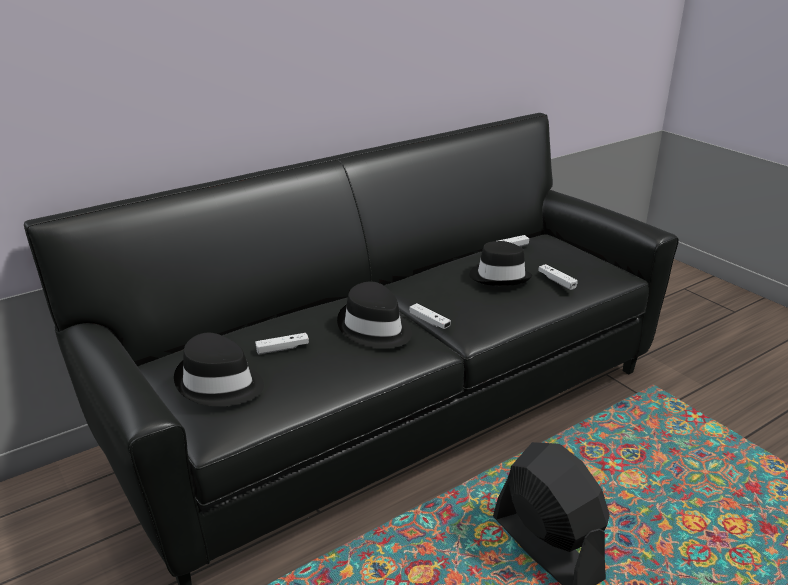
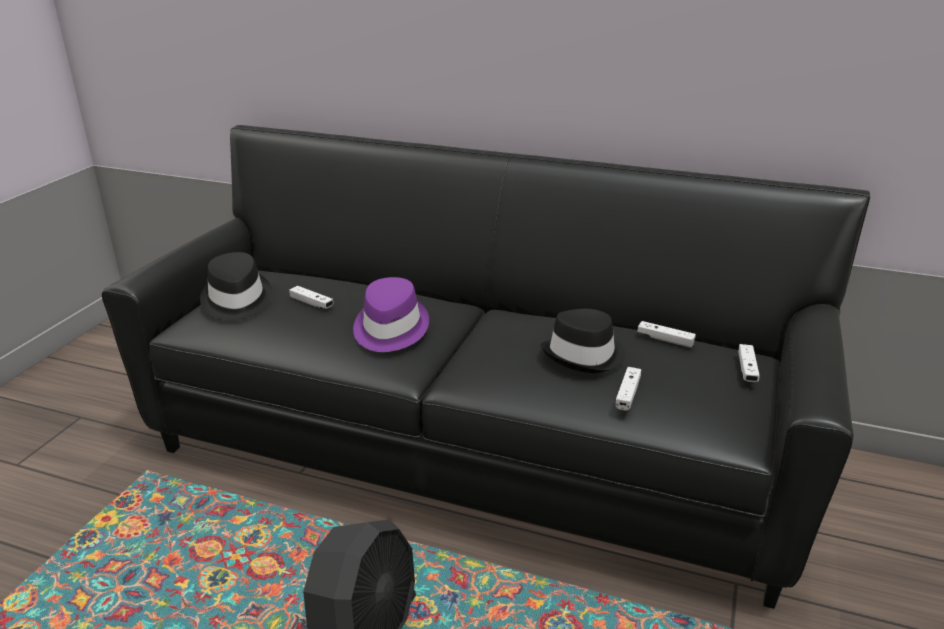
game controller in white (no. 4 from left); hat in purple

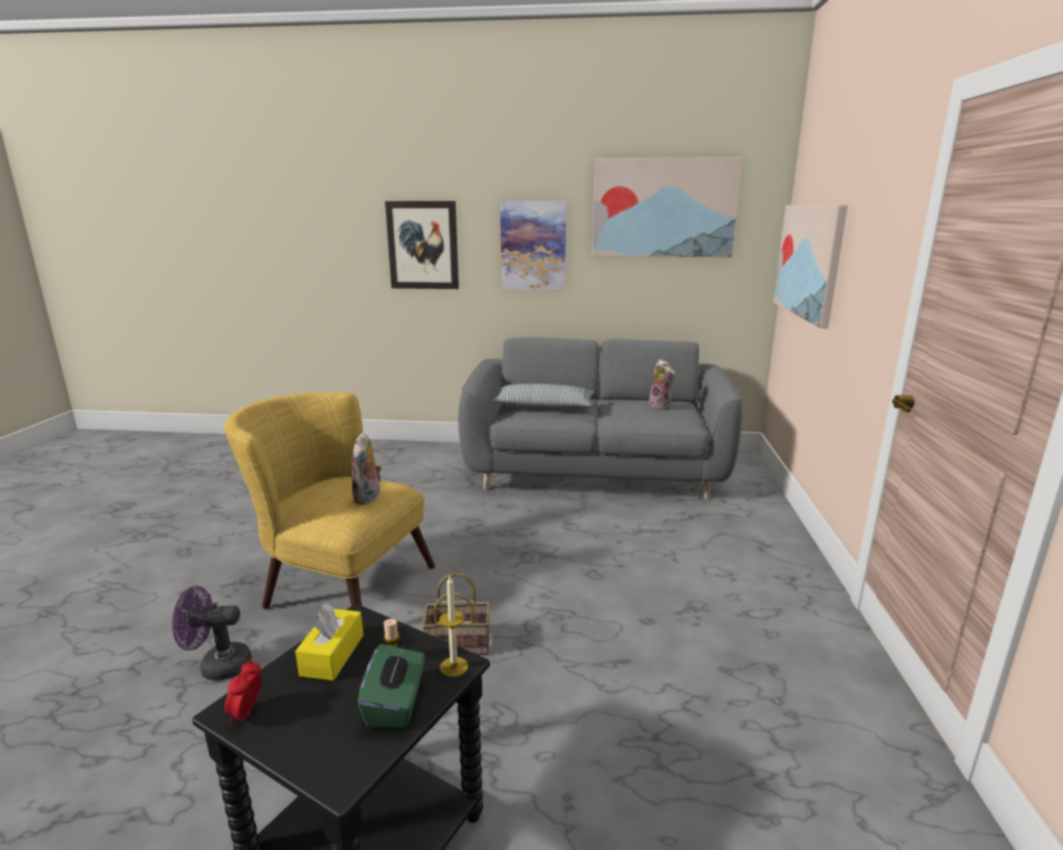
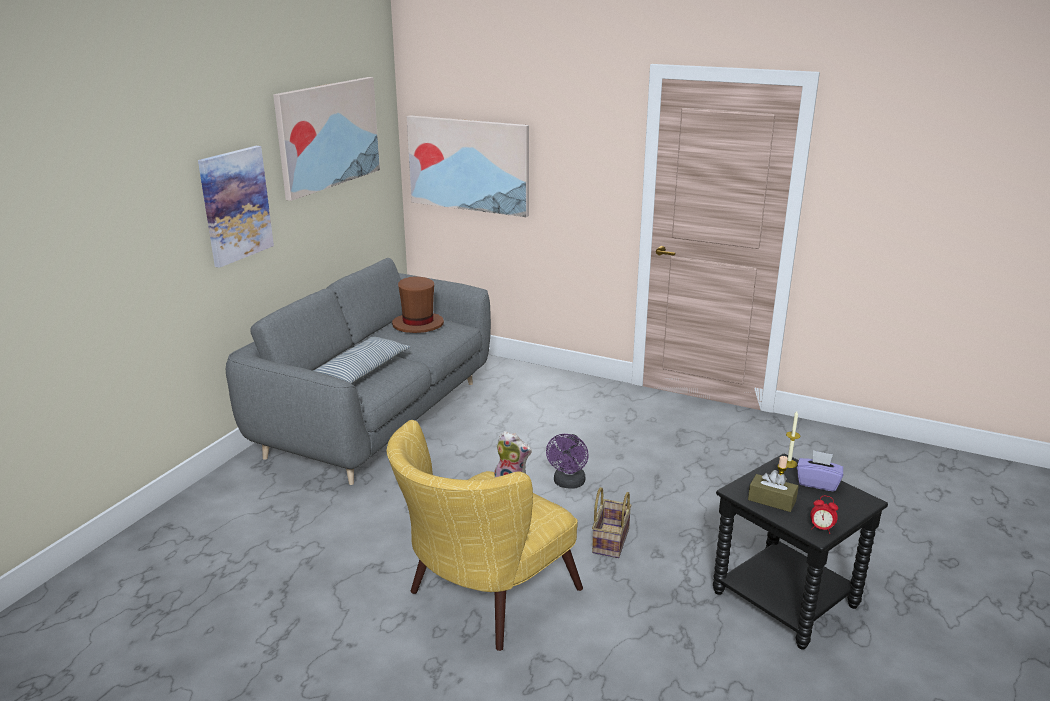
picture (no. 1 from left in the first image); fan in purple; hat in brown; tissue box in brown; tissue box in purple

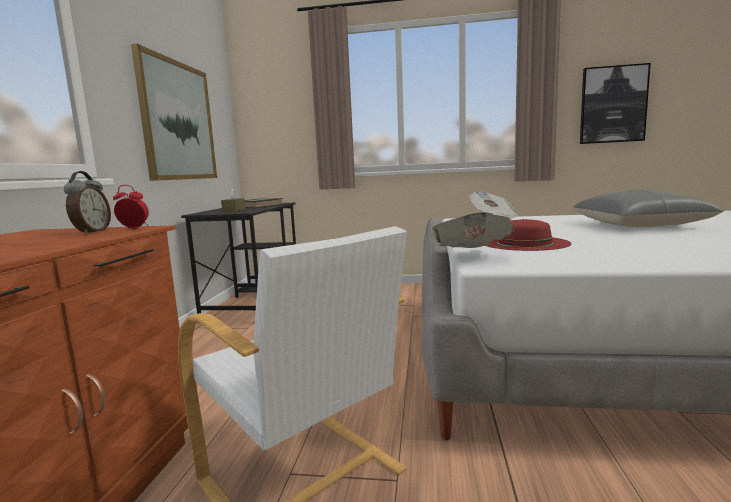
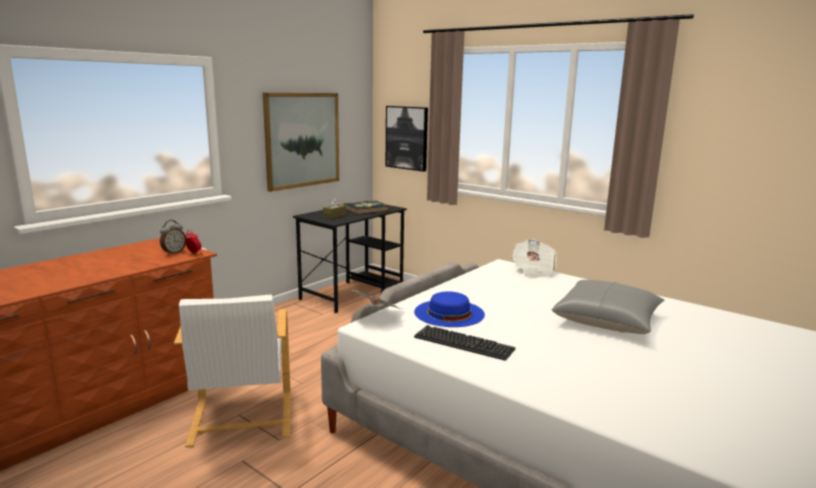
keyboard; picture (no. 2 from left); hat in blue

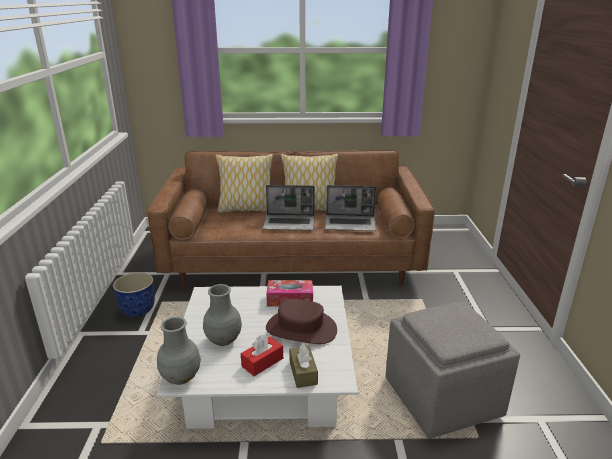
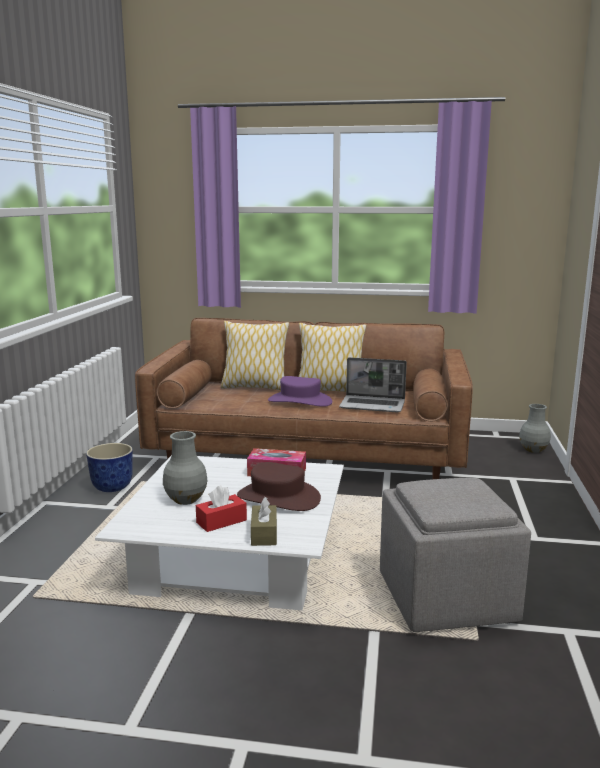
vase in grey (no. 2 from left); hat in purple

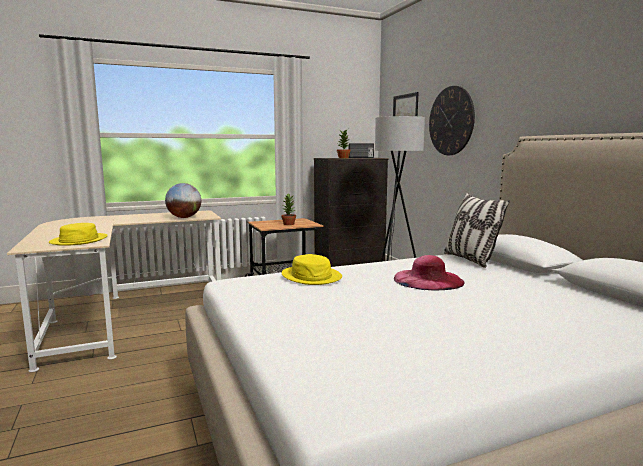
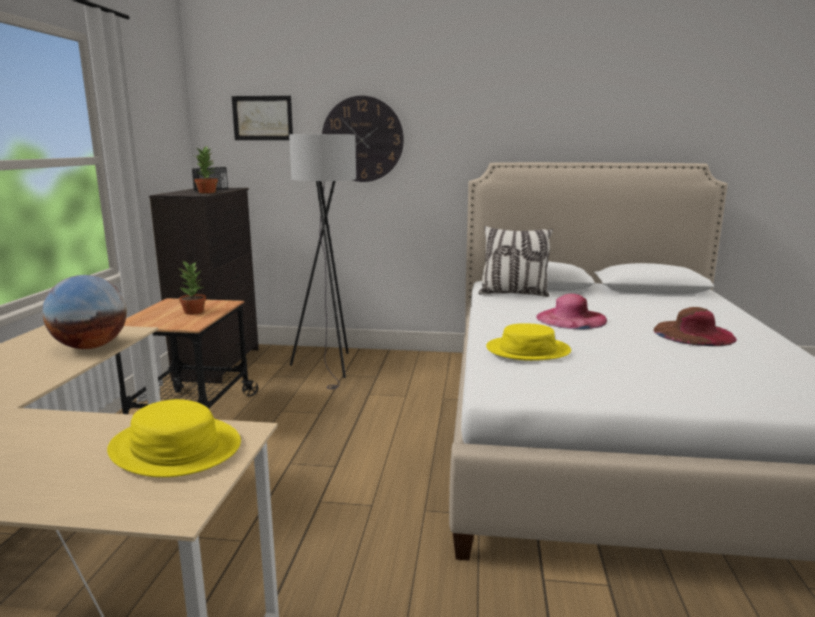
hat in brown

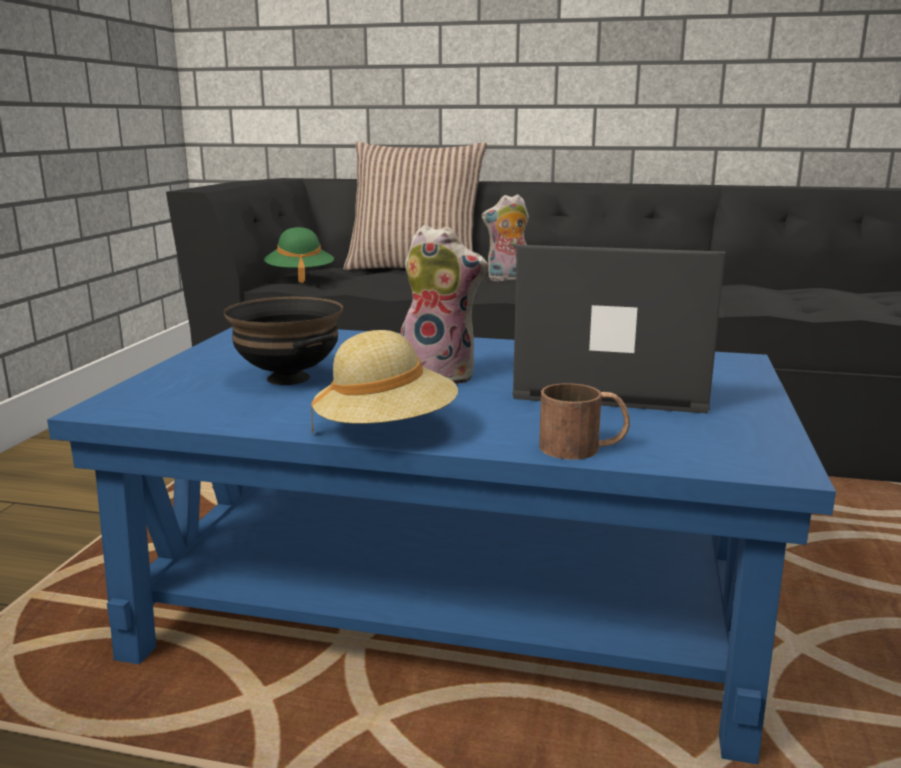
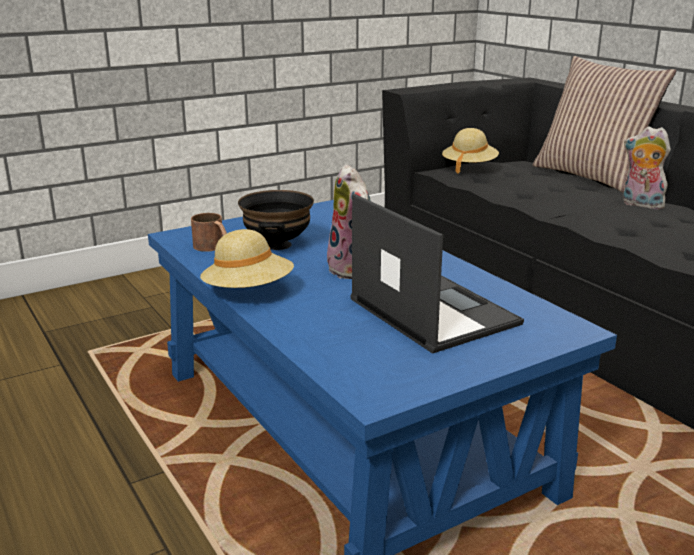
mug in brown; hat in beige (no. 2 from left)

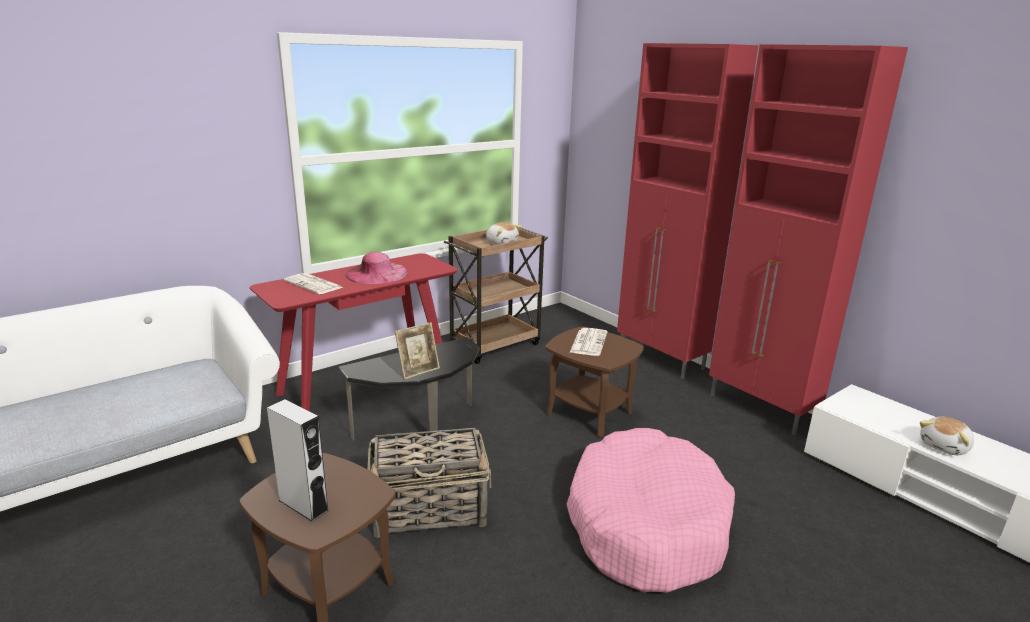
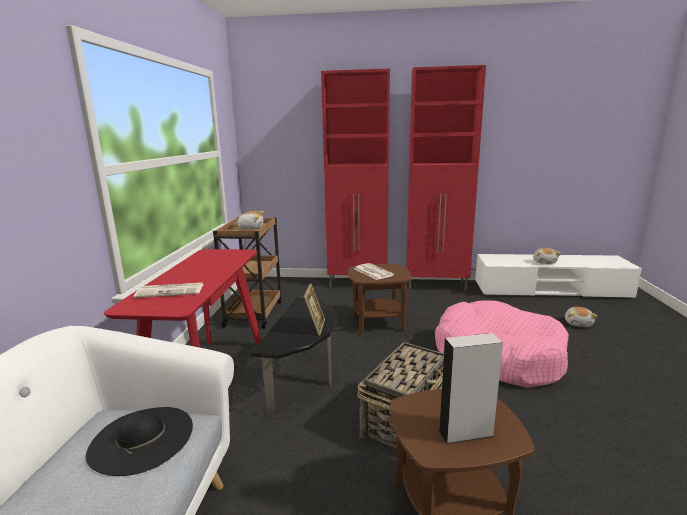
hat in pink; hat in black; plush toy (no. 3 from left)

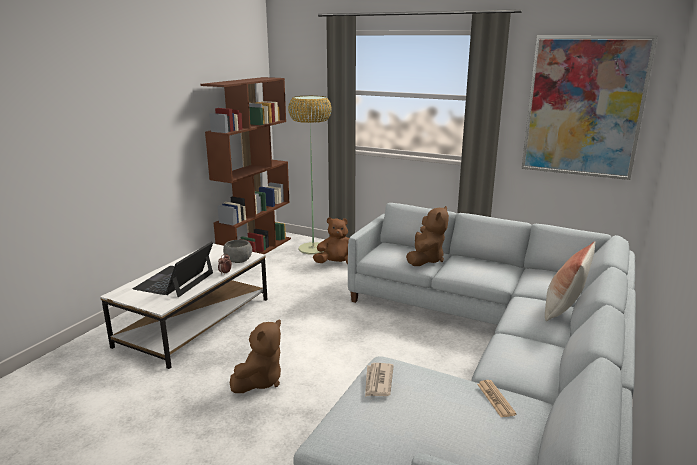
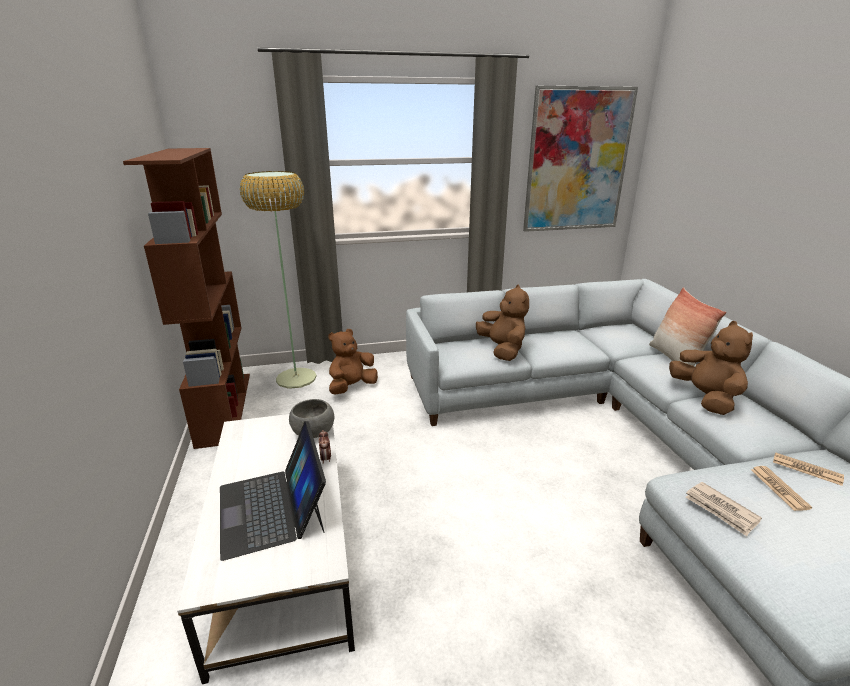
newspaper (no. 2 from left); plush toy in brown (no. 3 from left)

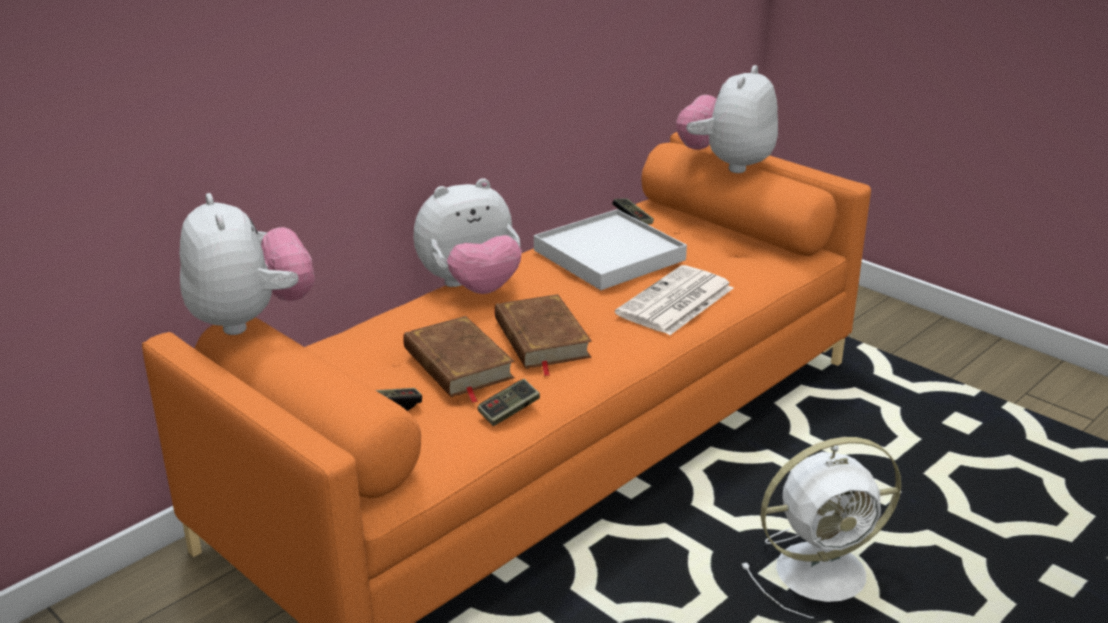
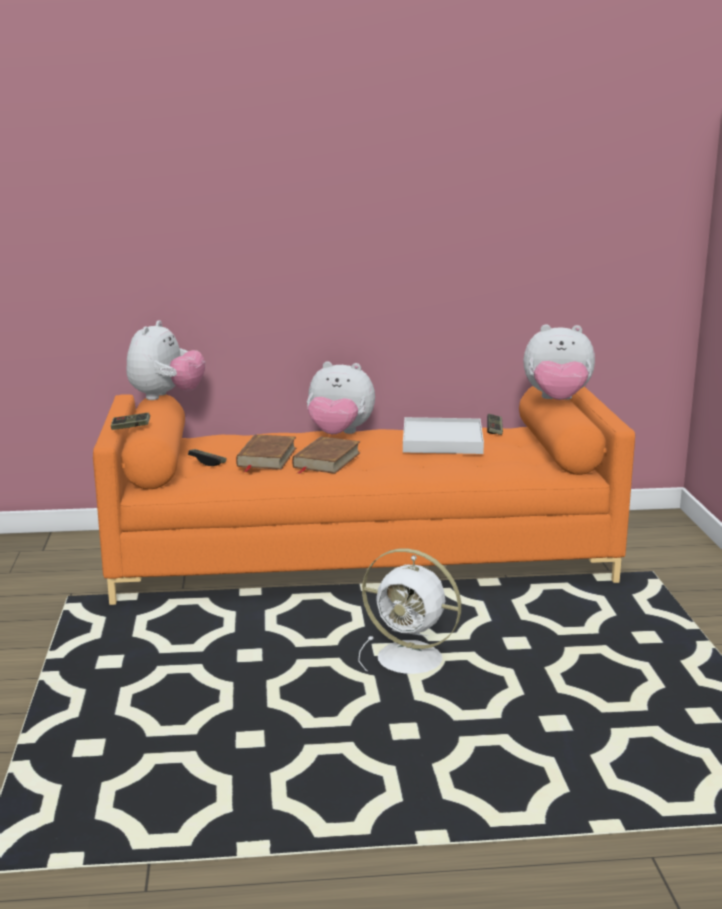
newspaper; game controller (no. 1 from left); plush toy (no. 3 from left)

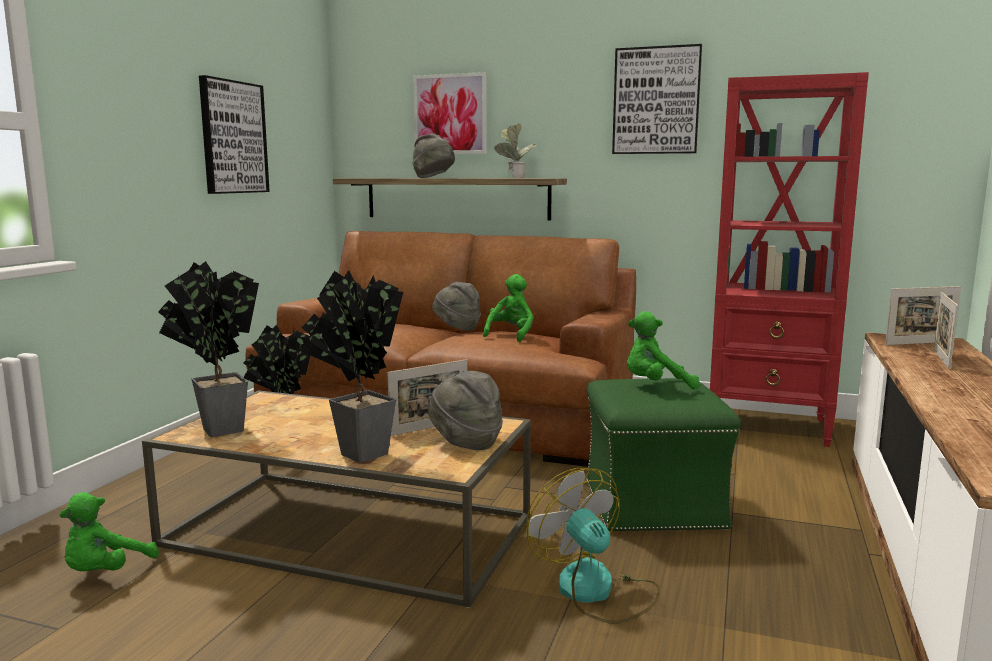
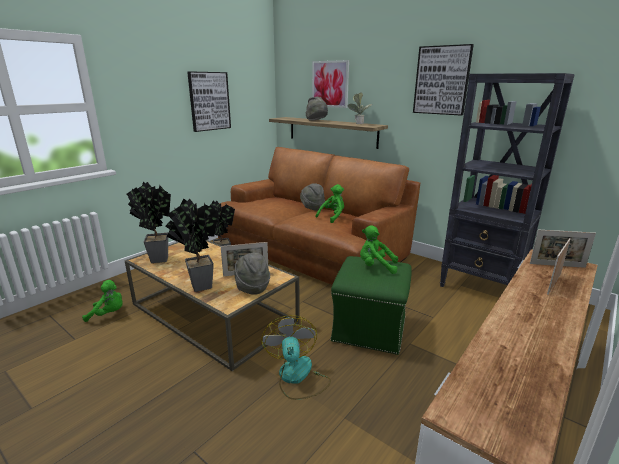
bookcase in black; plush toy in green (no. 1 from left)

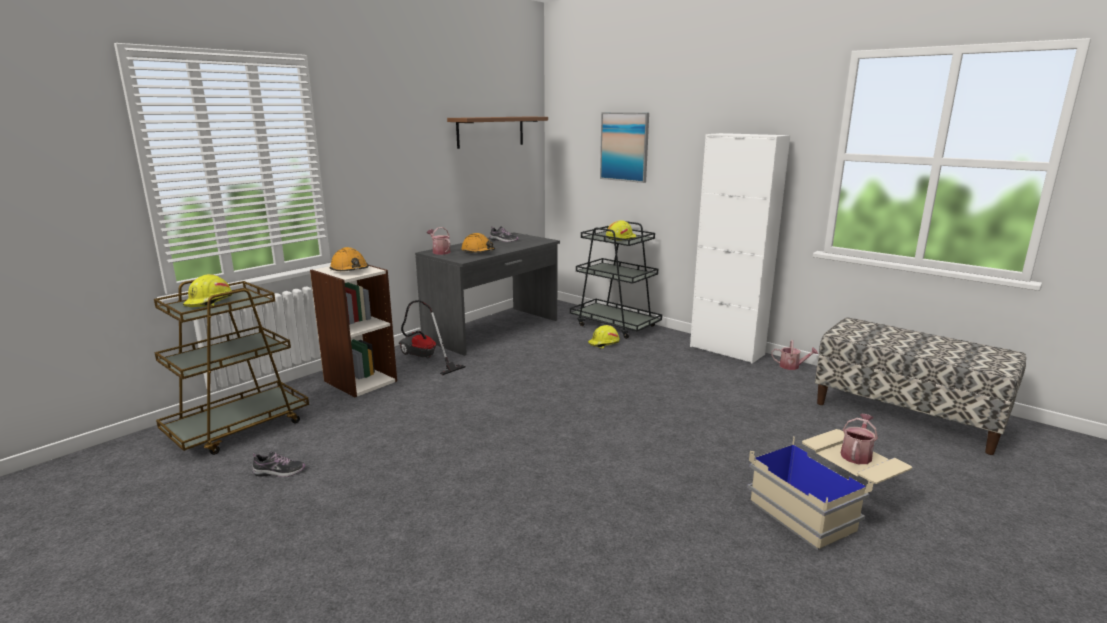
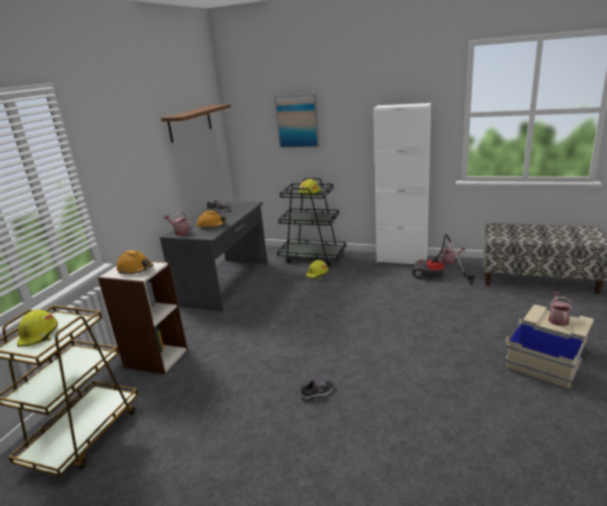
shoe (no. 2 from left); vacuum cleaner

